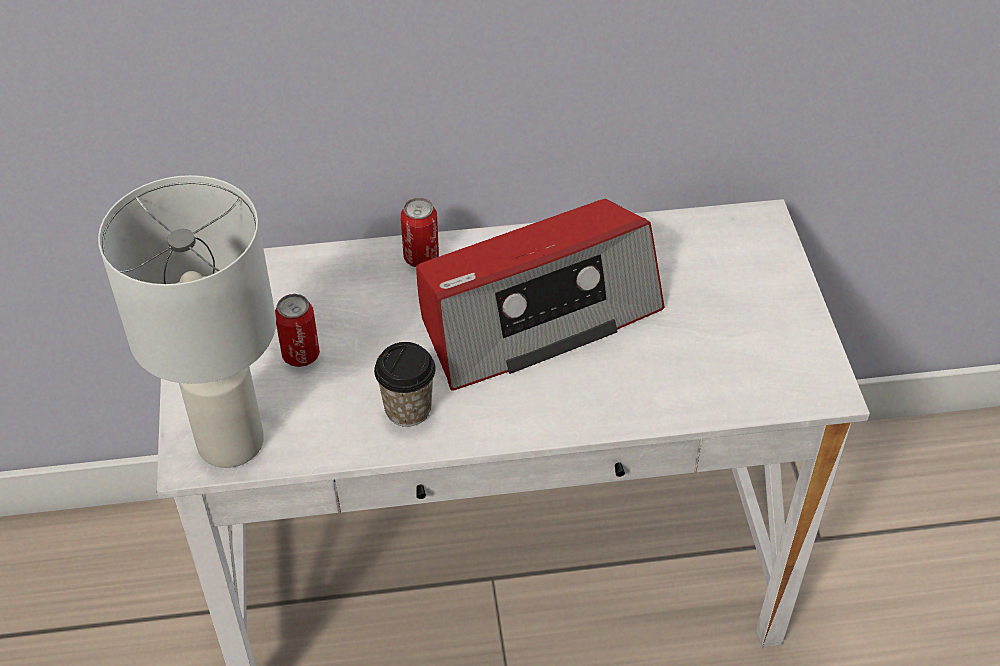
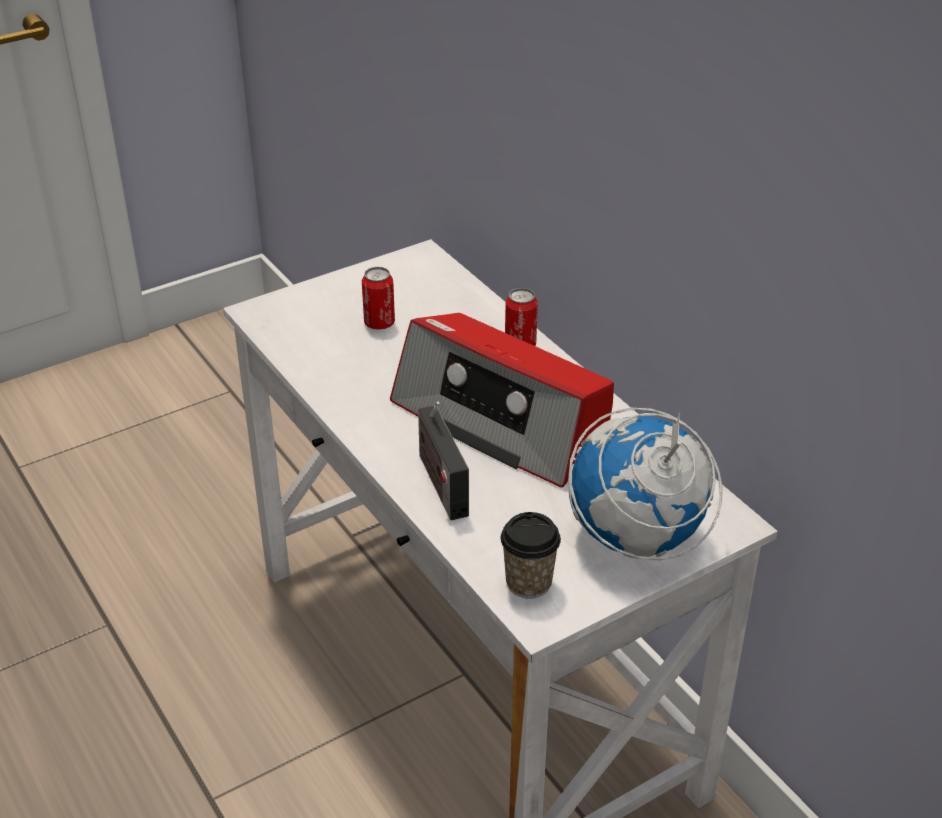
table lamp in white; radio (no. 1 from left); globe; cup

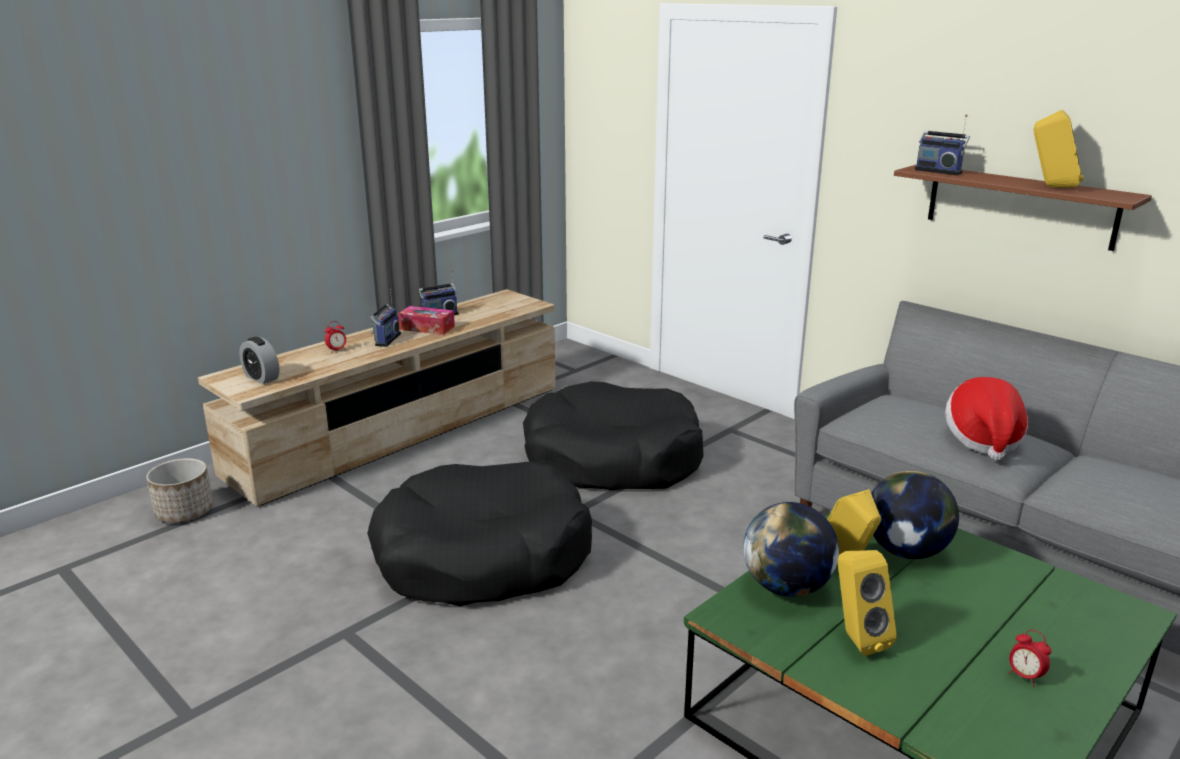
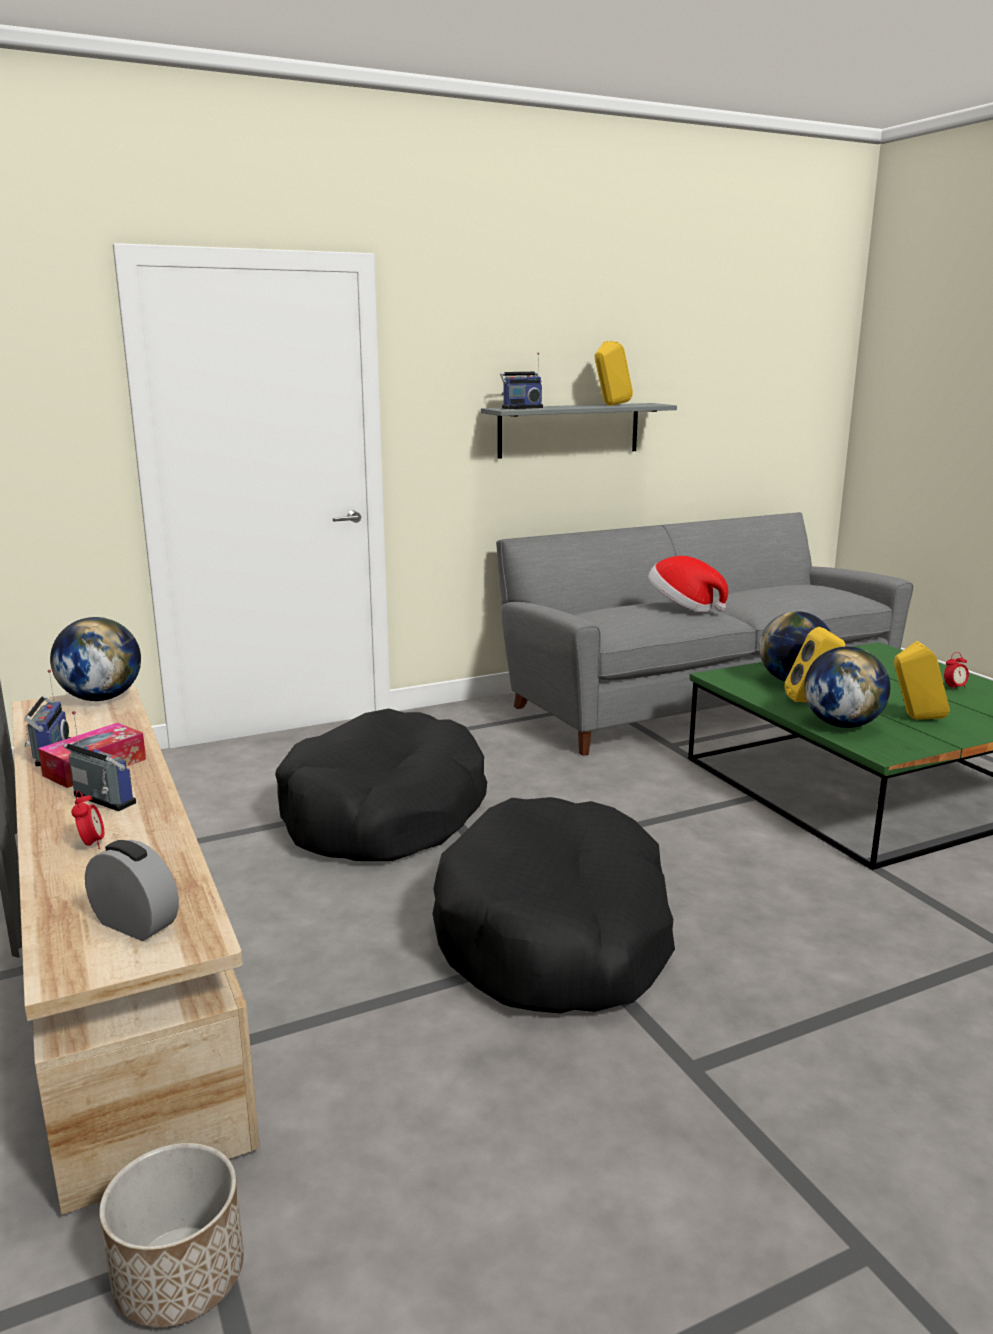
globe (no. 1 from left); shelf in grey; alarm clock (no. 2 from left)

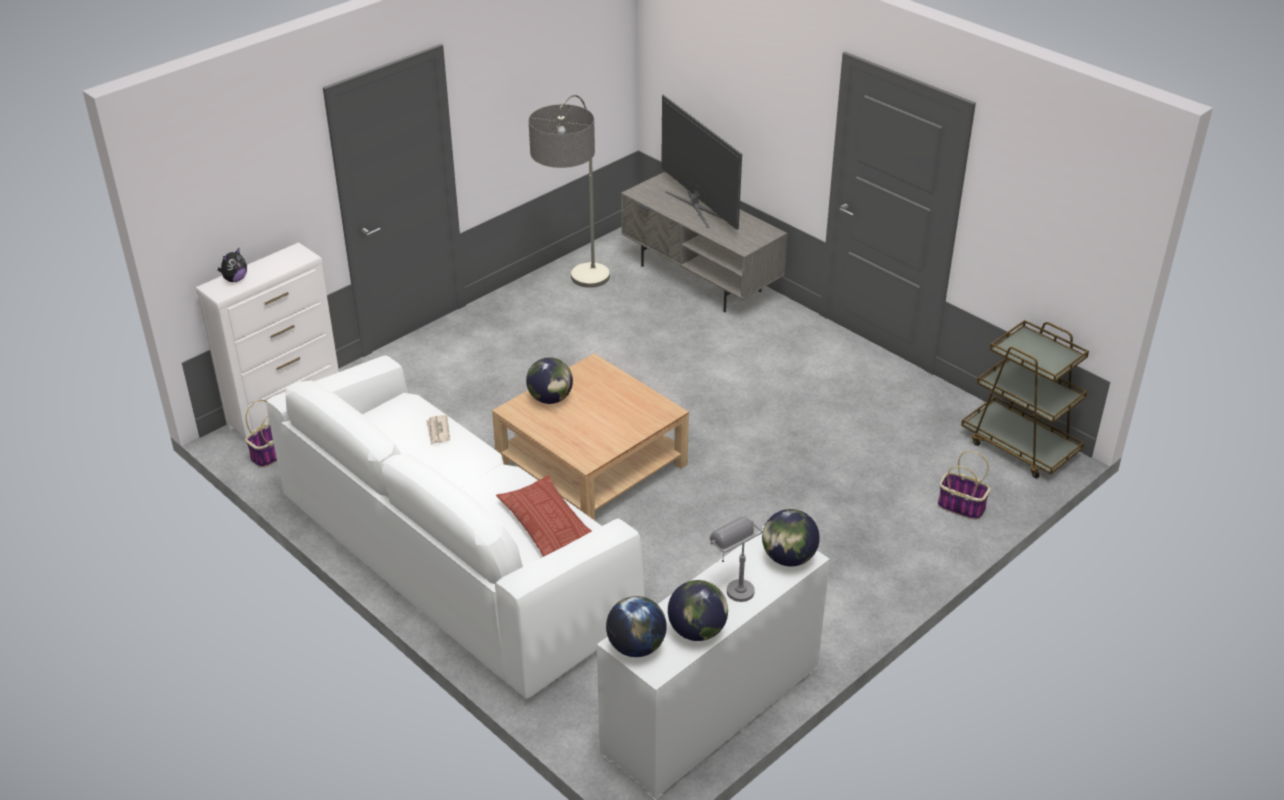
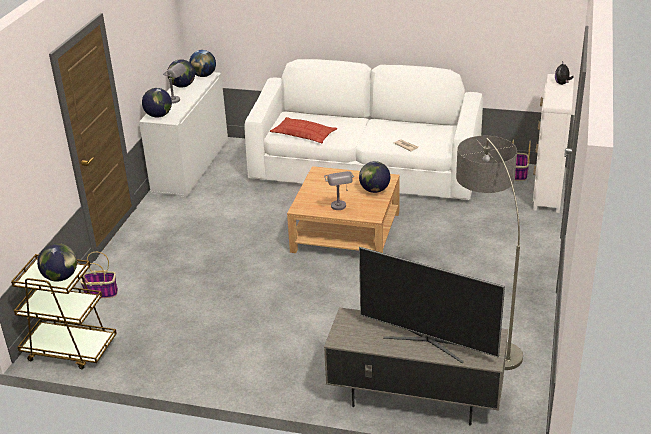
globe (no. 1 from left); table lamp in grey (no. 2 from left)

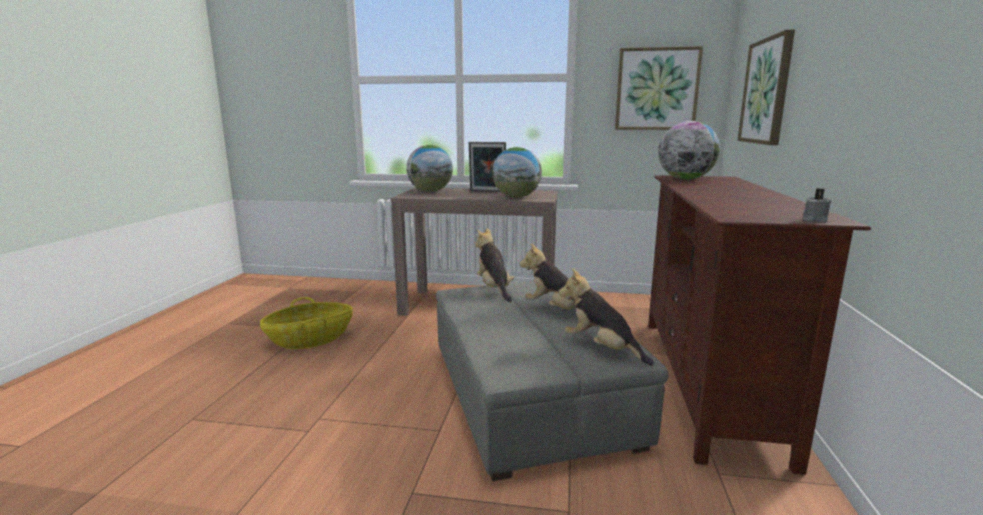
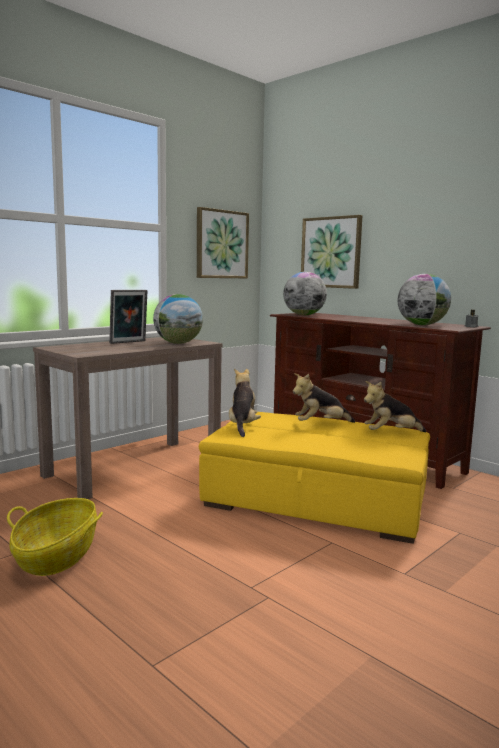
globe (no. 3 from left); ottoman in yellow; plush toy (no. 1 from left)

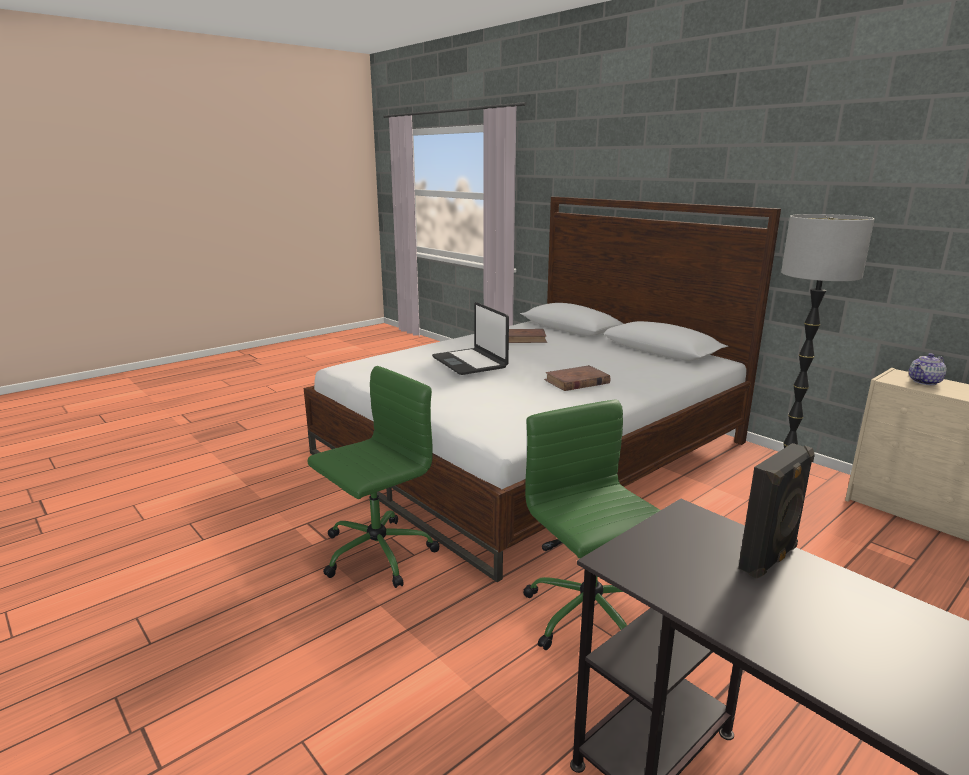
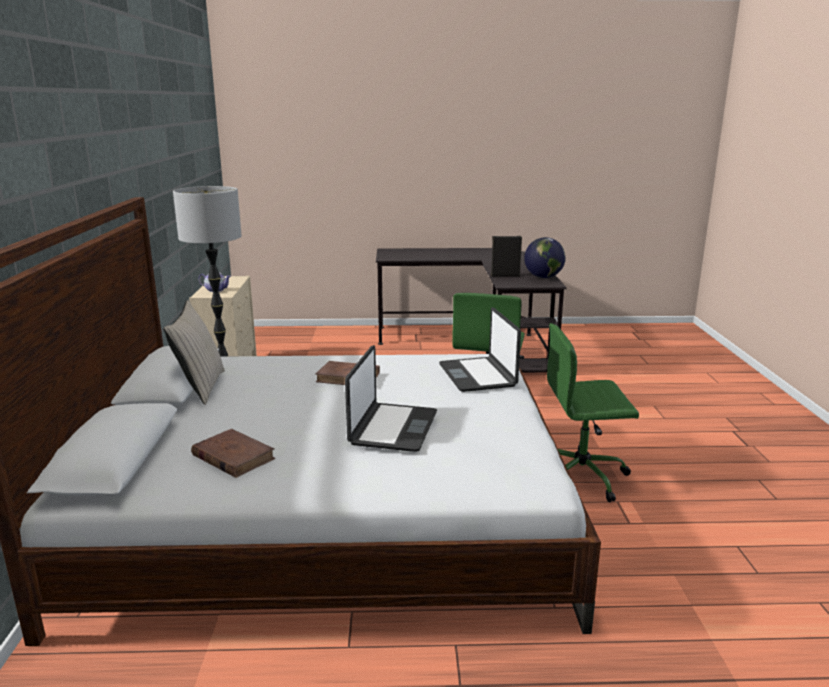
pillow in beige; laptop (no. 2 from left); globe

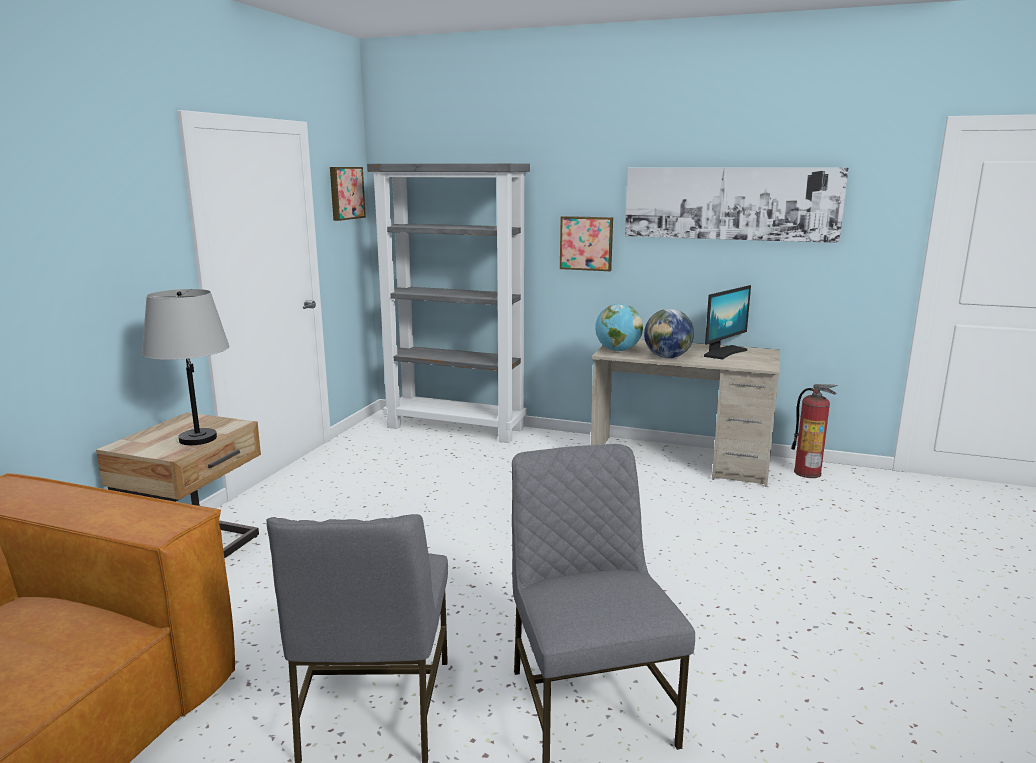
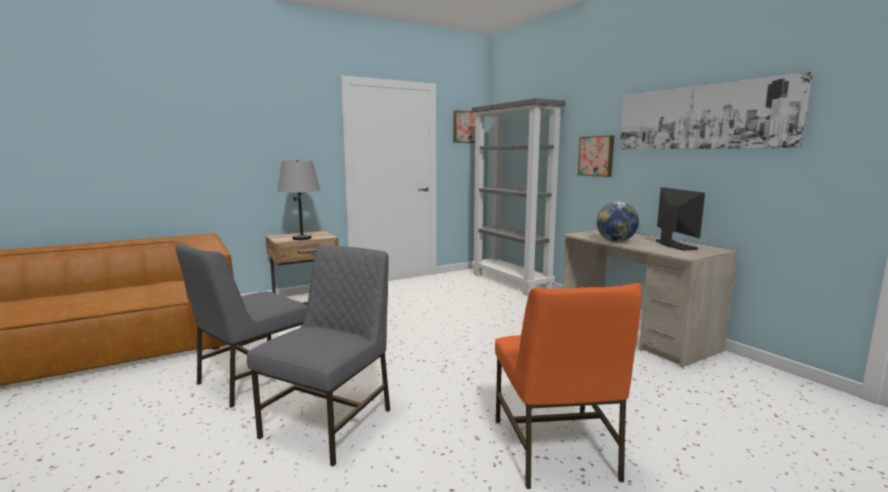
globe (no. 1 from left in the first image); fire extinguisher; chair in orange; monitor

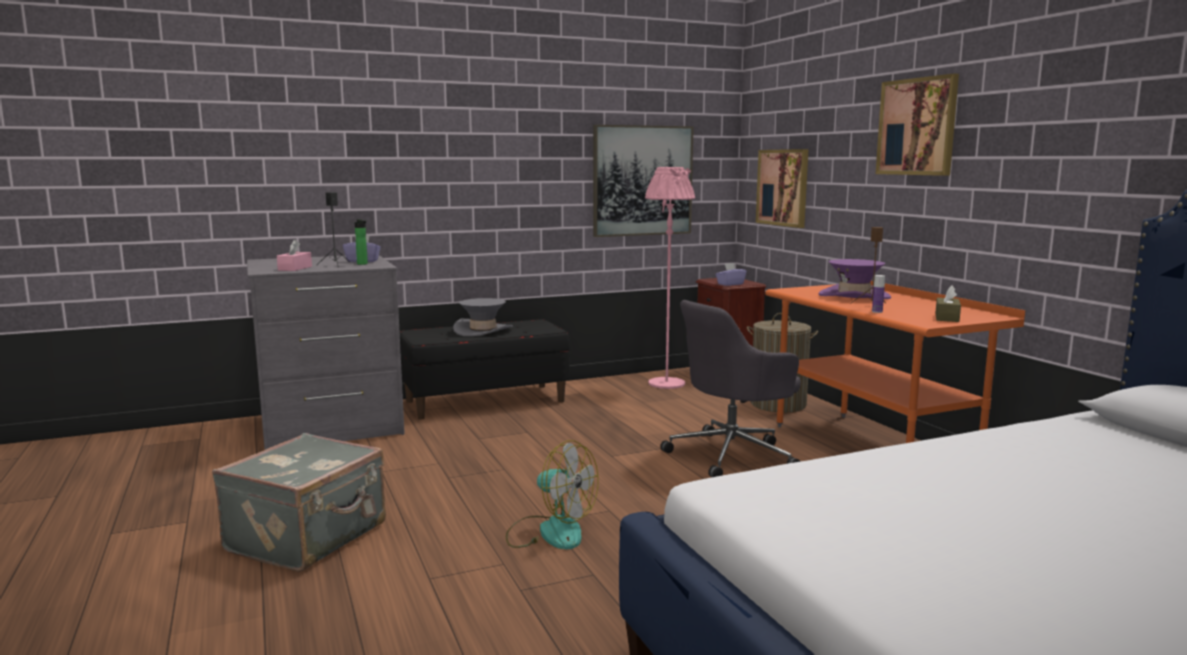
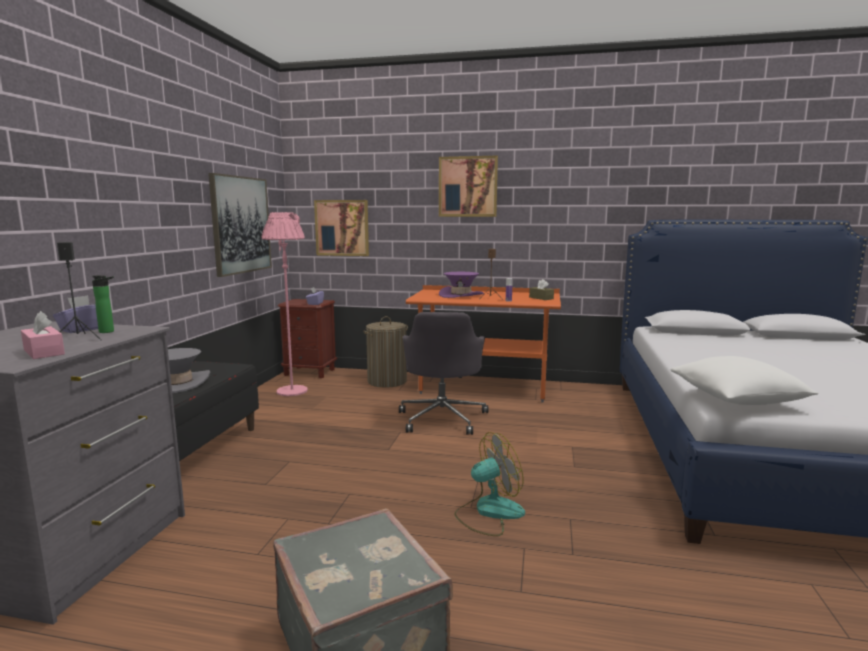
pillow in white

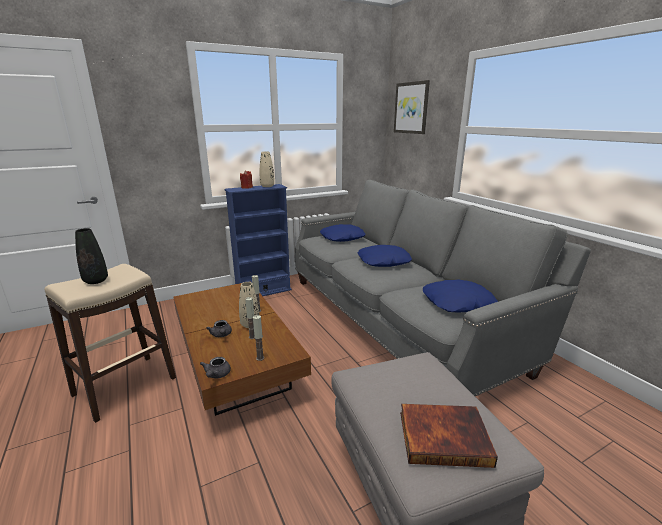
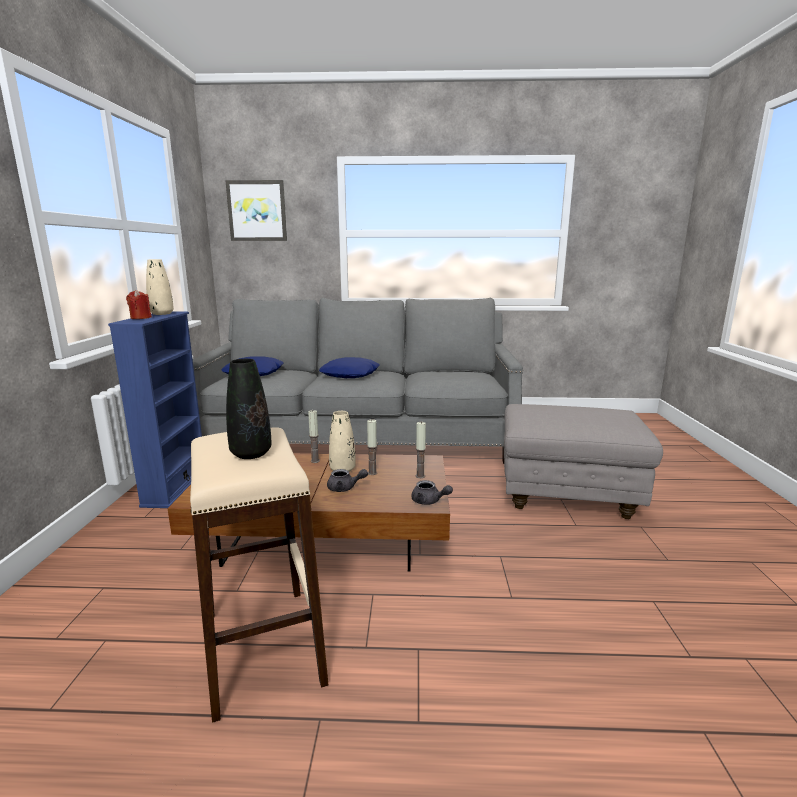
book; pillow in blue (no. 3 from left in the first image)

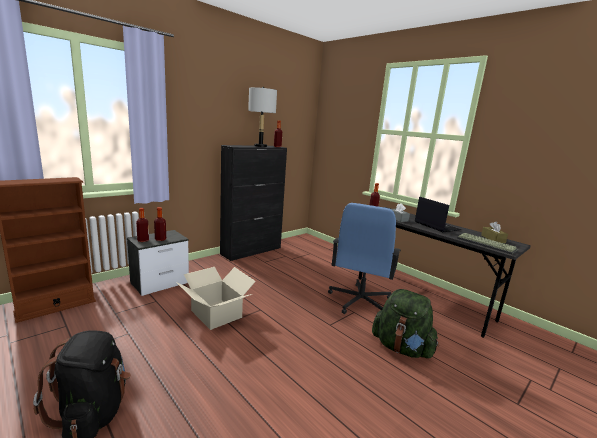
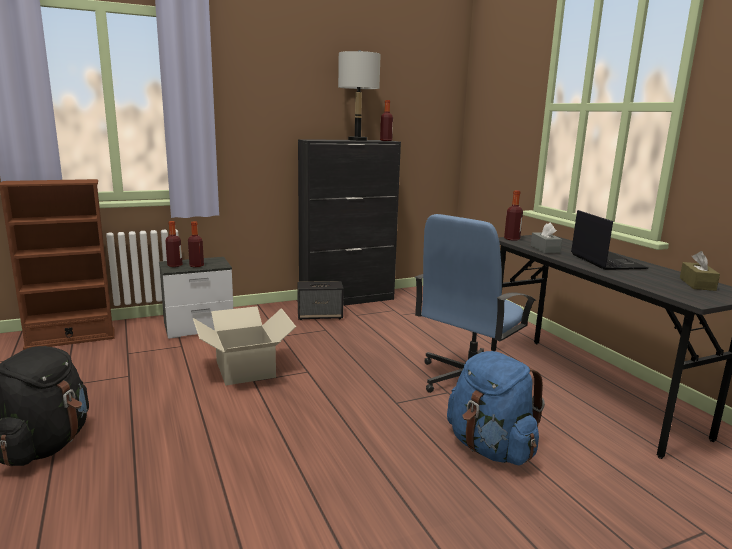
keyboard; speaker; backpack in blue

